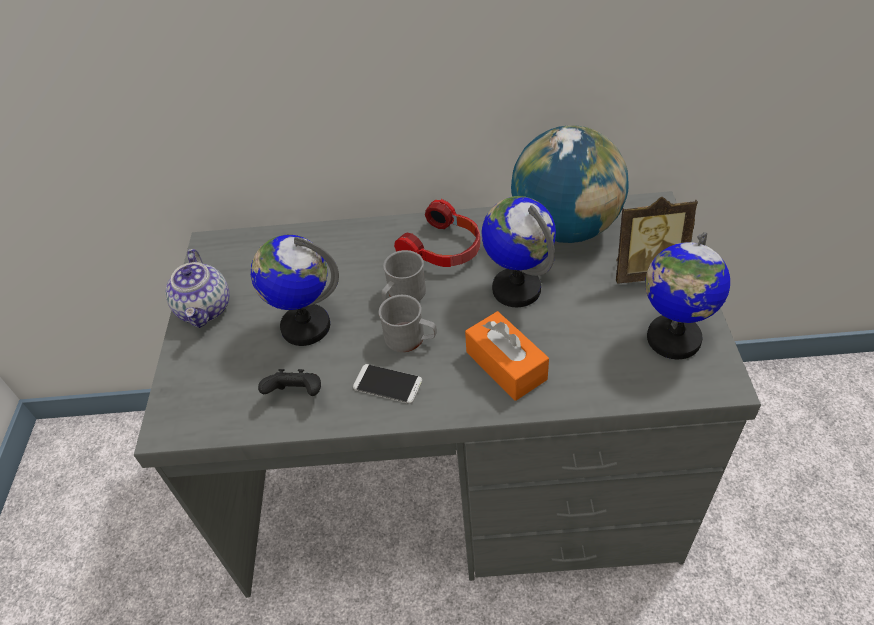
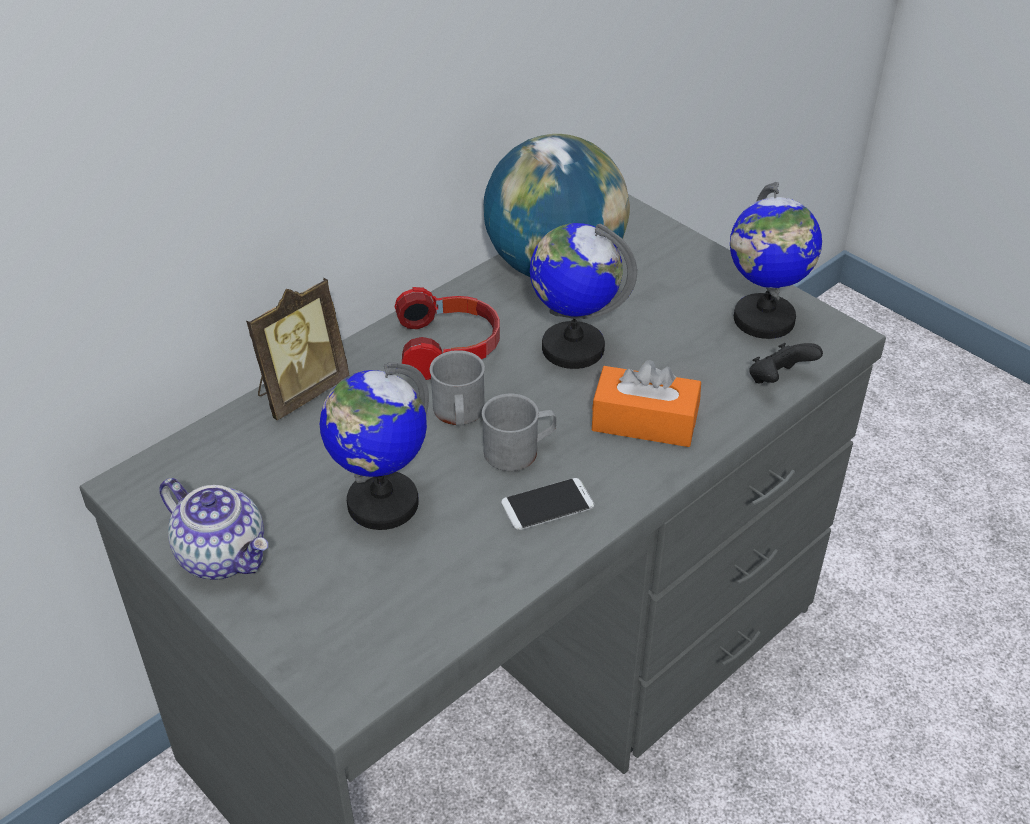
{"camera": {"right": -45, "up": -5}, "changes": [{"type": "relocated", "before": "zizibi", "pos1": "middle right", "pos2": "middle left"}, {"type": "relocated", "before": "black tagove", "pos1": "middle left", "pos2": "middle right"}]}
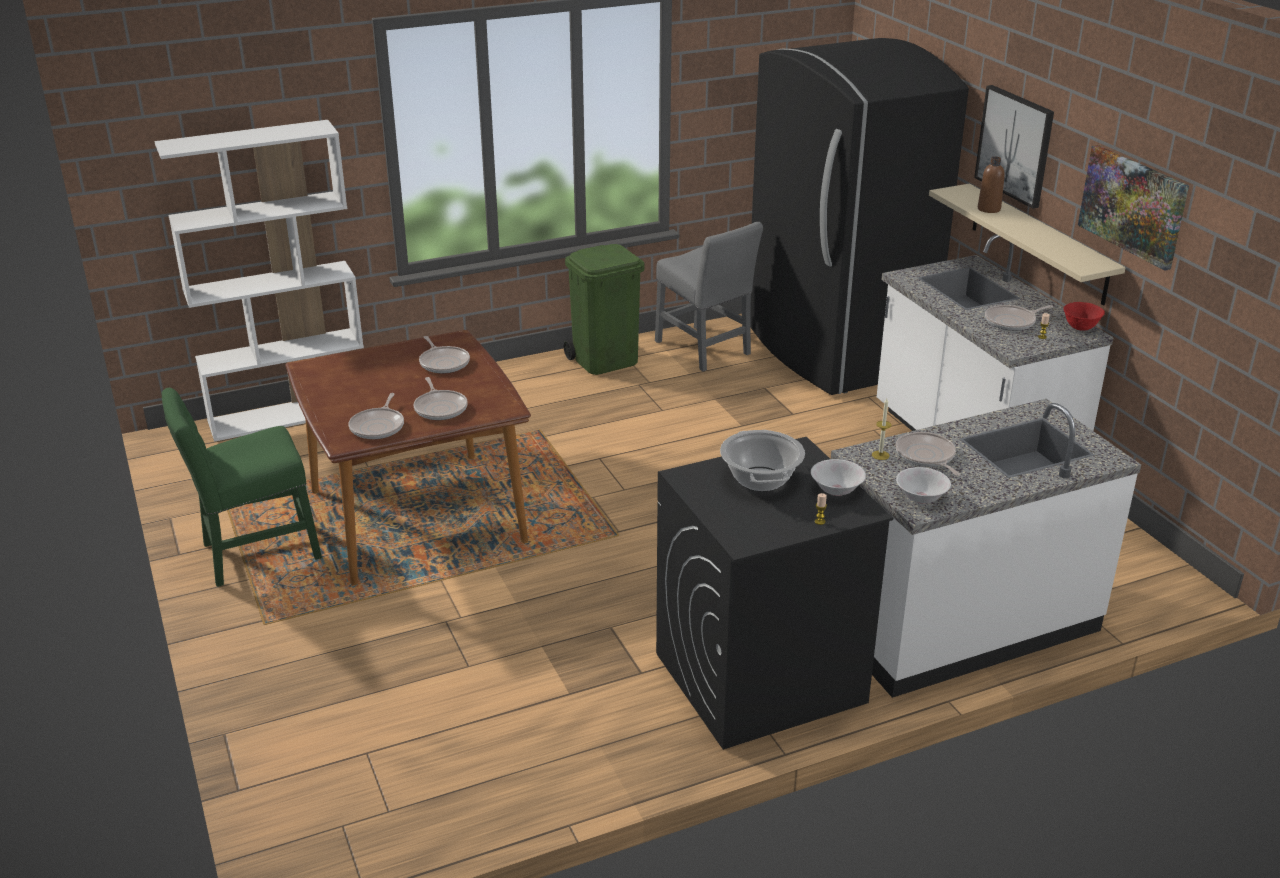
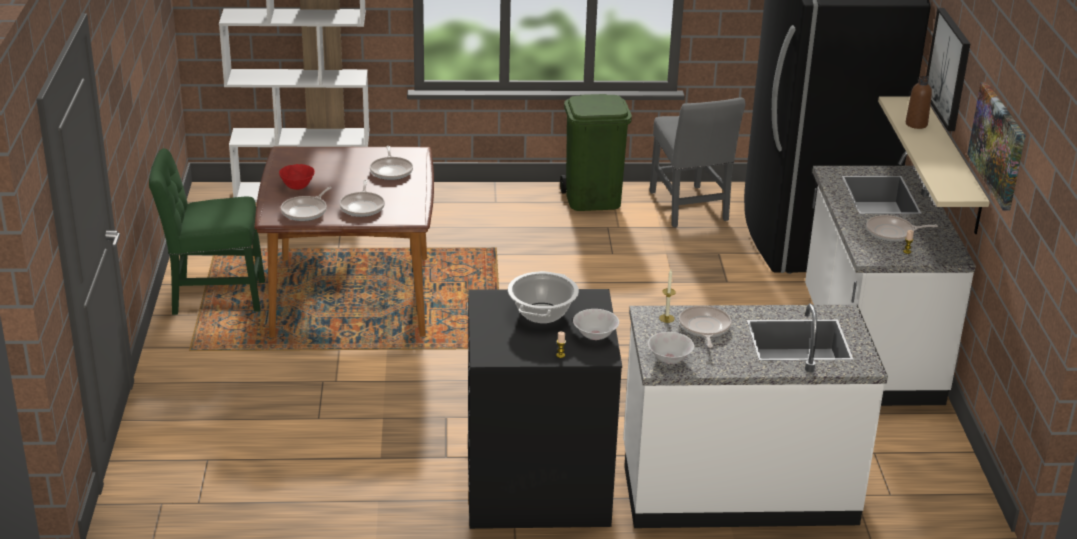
{"camera": {"right": 20, "up": 0}, "changes": [{"type": "relocated", "before": "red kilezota", "pos1": "middle right", "pos2": "top left"}]}
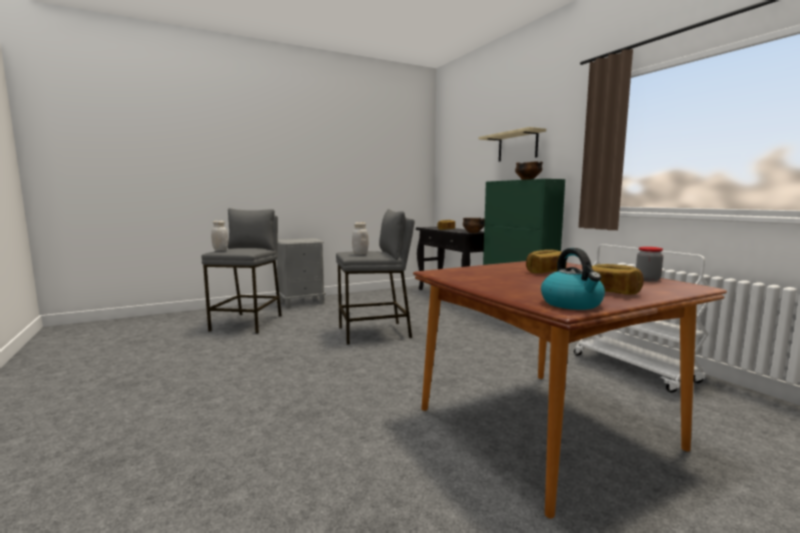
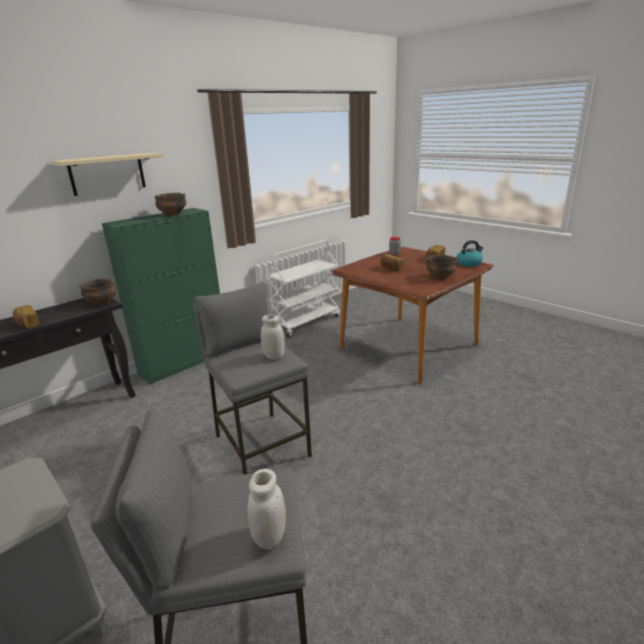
{"camera": {"right": -105, "up": 15}, "changes": [{"type": "appeared", "after": "kilezota (no. 3 from left)", "pos2": "middle right"}]}
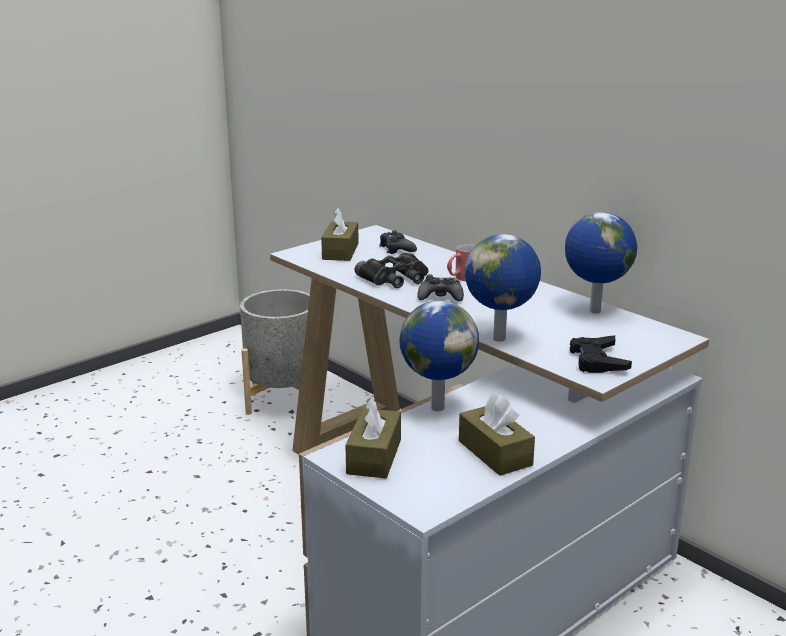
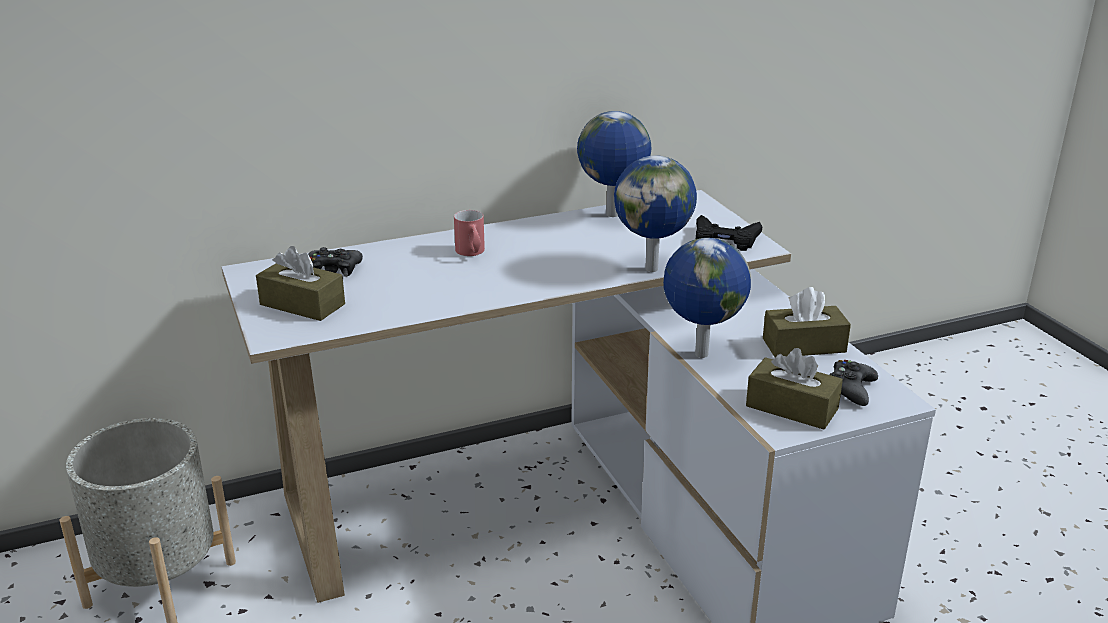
{"camera": {"right": -70, "up": 5}, "changes": [{"type": "missing", "before": "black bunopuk", "pos1": "centre"}, {"type": "relocated", "before": "black tagove (no. 2 from left in the first image)", "after": "black tagove (no. 3 from left)", "pos1": "centre", "pos2": "middle right"}]}
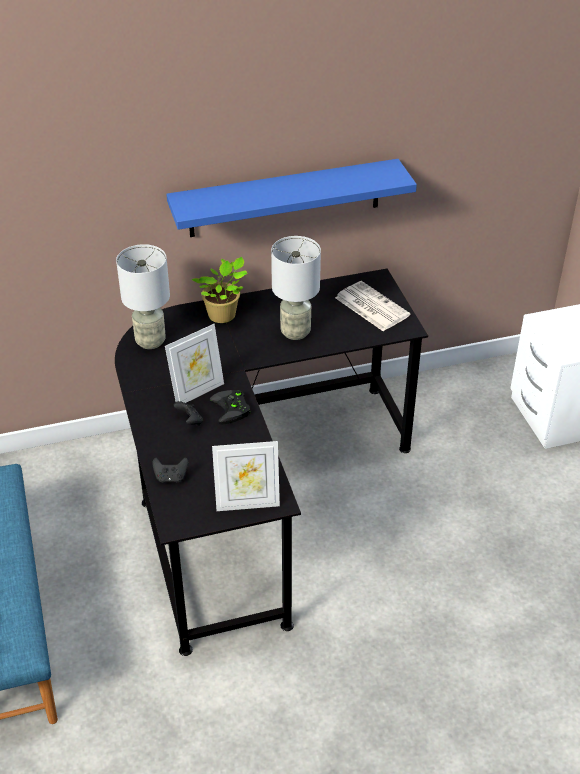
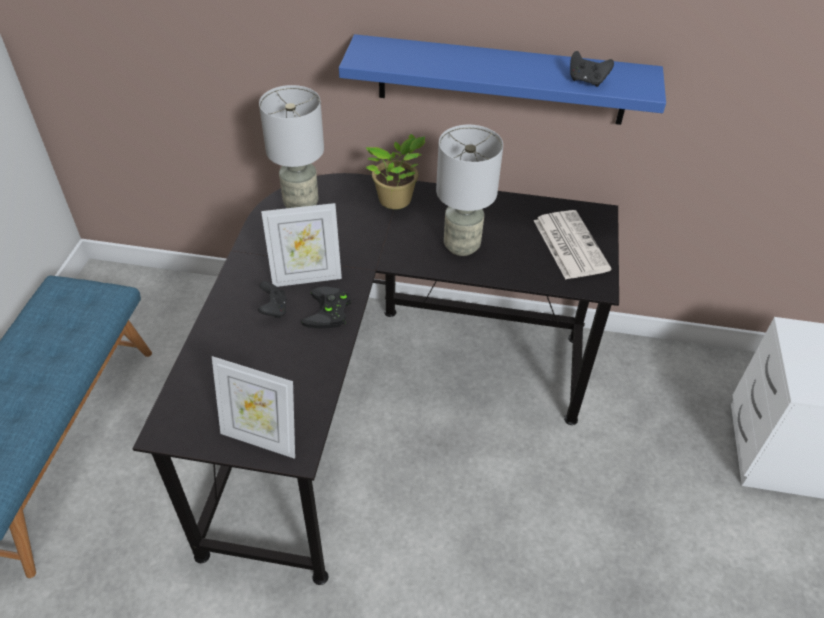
{"camera": {"right": 25, "up": 5}, "changes": [{"type": "relocated", "before": "black tagove (no. 1 from left in the first image)", "after": "black tagove (no. 3 from left)", "pos1": "middle left", "pos2": "top right"}]}
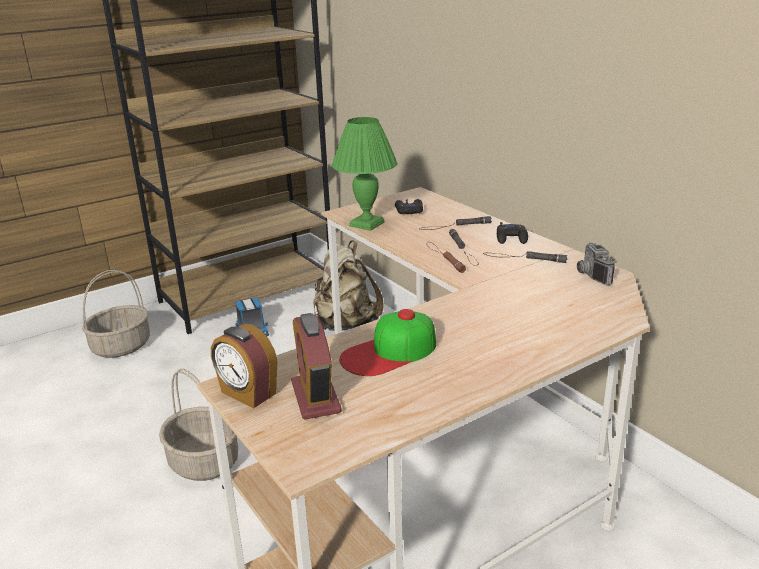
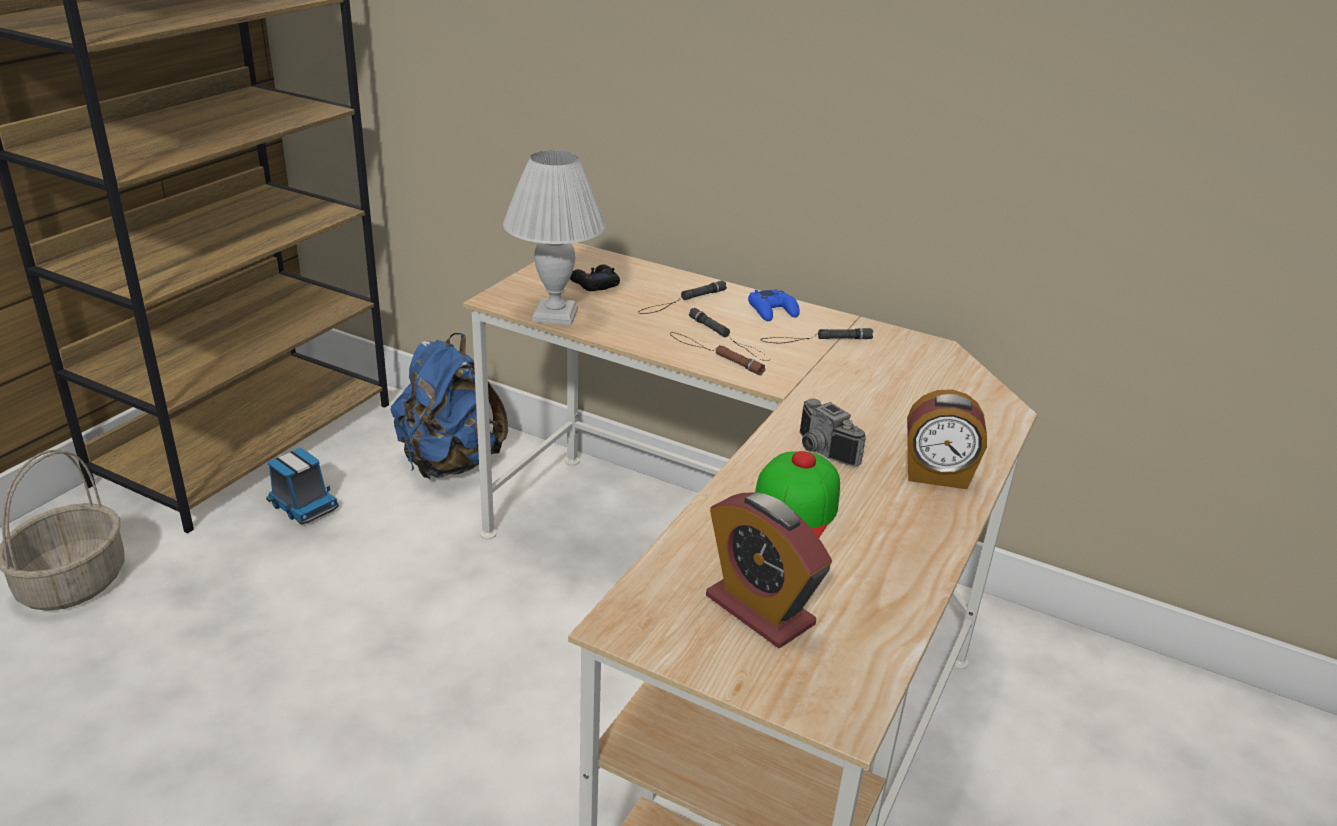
{"camera": {"right": -30, "up": 5}, "changes": [{"type": "colour", "before": "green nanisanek", "after": "white nanisanek", "pos1": "top centre", "pos2": "top centre"}, {"type": "colour", "before": "black tagove (no. 2 from left)", "after": "blue tagove", "pos1": "middle right", "pos2": "centre"}, {"type": "colour", "before": "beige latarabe", "after": "blue latarabe", "pos1": "centre", "pos2": "centre"}, {"type": "relocated", "before": "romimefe", "pos1": "middle right", "pos2": "centre"}, {"type": "relocated", "before": "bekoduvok (no. 1 from left in the first image)", "after": "bekoduvok (no. 2 from left)", "pos1": "middle left", "pos2": "middle right"}, {"type": "missing", "before": "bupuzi (no. 2 from left)", "pos1": "bottom left"}]}
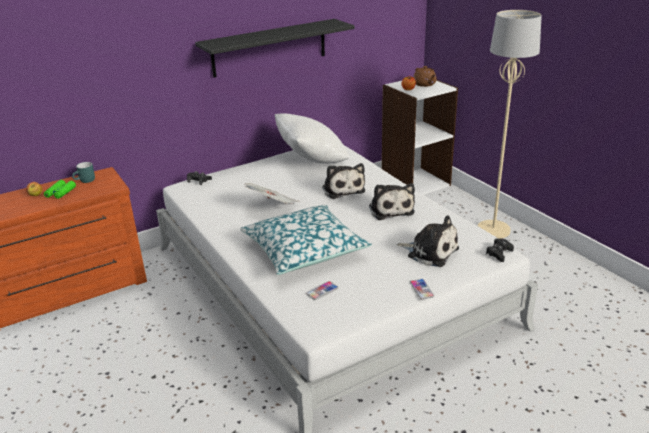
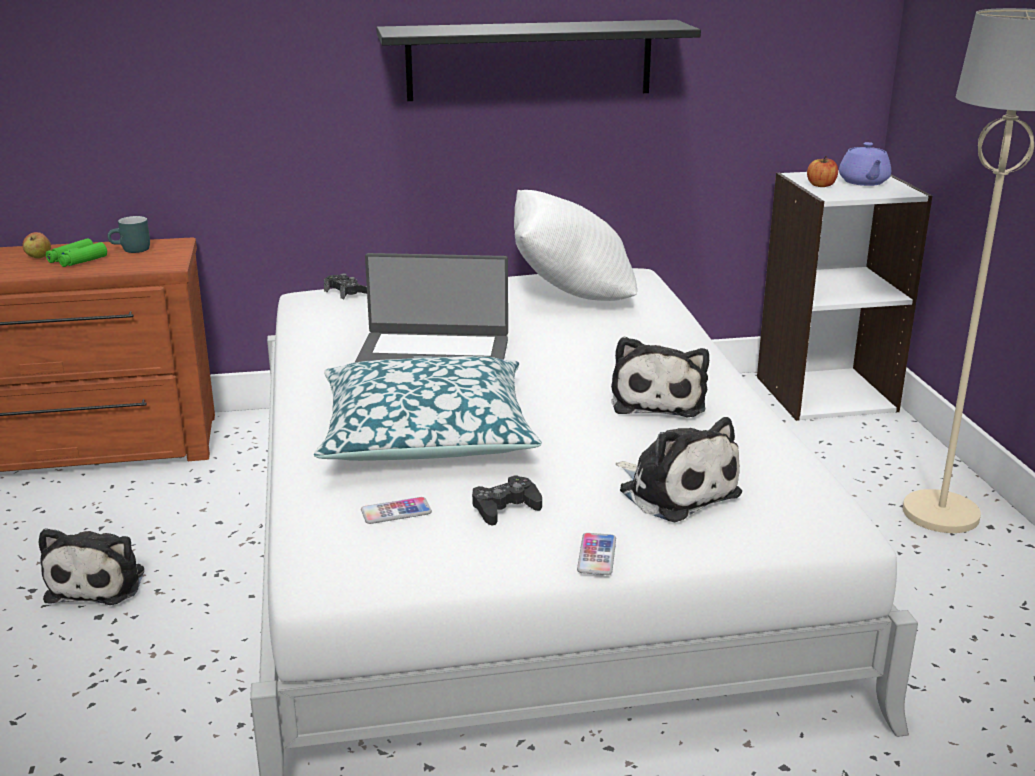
{"camera": {"right": 20, "up": -5}, "changes": [{"type": "colour", "before": "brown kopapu", "after": "purple kopapu", "pos1": "top centre", "pos2": "top right"}, {"type": "relocated", "before": "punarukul (no. 1 from left)", "pos1": "centre", "pos2": "bottom left"}, {"type": "exchanged", "before": "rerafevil", "after": "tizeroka", "pos1": "centre", "pos2": "centre"}, {"type": "relocated", "before": "black tagove (no. 2 from left)", "pos1": "middle right", "pos2": "centre"}]}
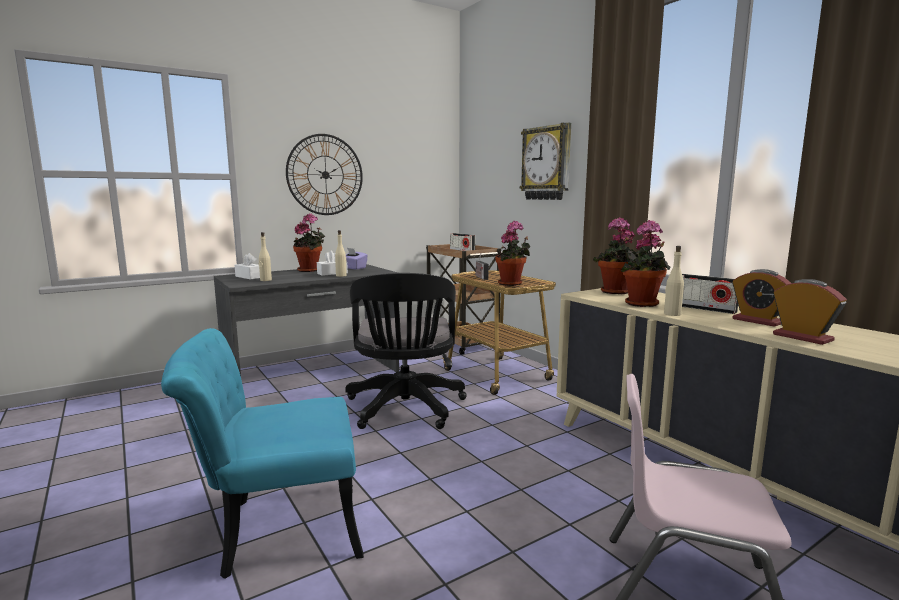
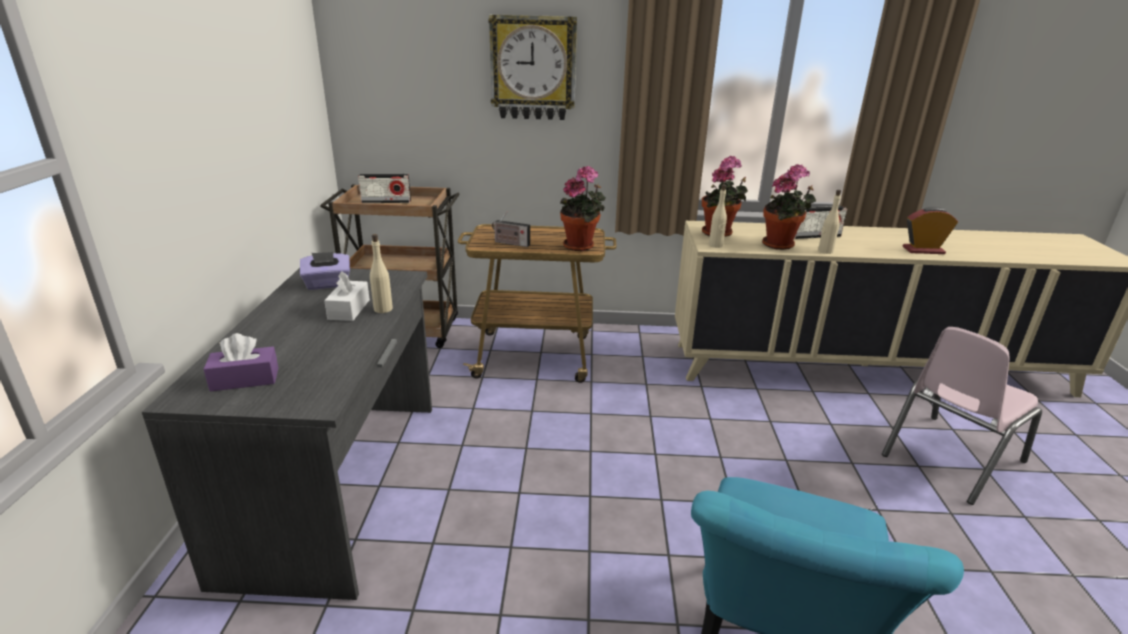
{"camera": {"right": -55, "up": 15}, "changes": [{"type": "missing", "before": "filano (no. 1 from left)", "pos1": "top centre"}, {"type": "missing", "before": "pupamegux (no. 1 from left)", "pos1": "centre"}, {"type": "relocated", "before": "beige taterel (no. 1 from left in the first image)", "after": "beige taterel (no. 2 from left)", "pos1": "middle left", "pos2": "centre"}, {"type": "colour", "before": "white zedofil (no. 1 from left)", "after": "purple zedofil (no. 1 from left)", "pos1": "middle left", "pos2": "middle left"}, {"type": "missing", "before": "bekoduvok (no. 1 from left)", "pos1": "middle right"}, {"type": "missing", "before": "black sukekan", "pos1": "centre"}]}
